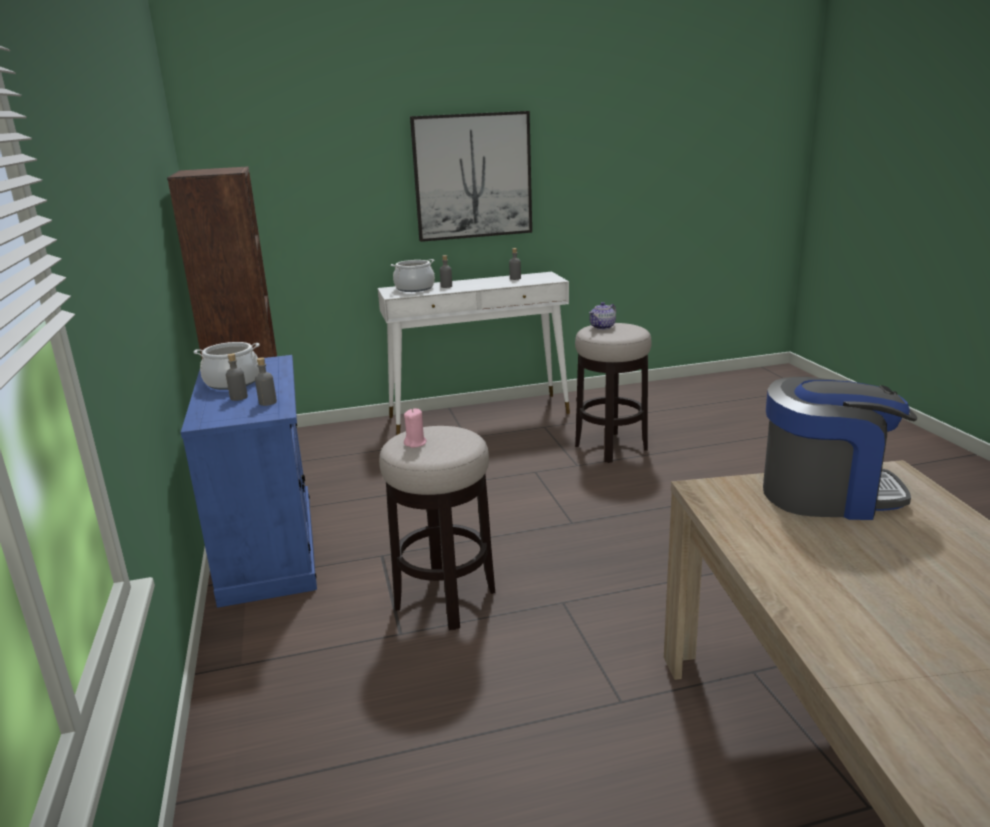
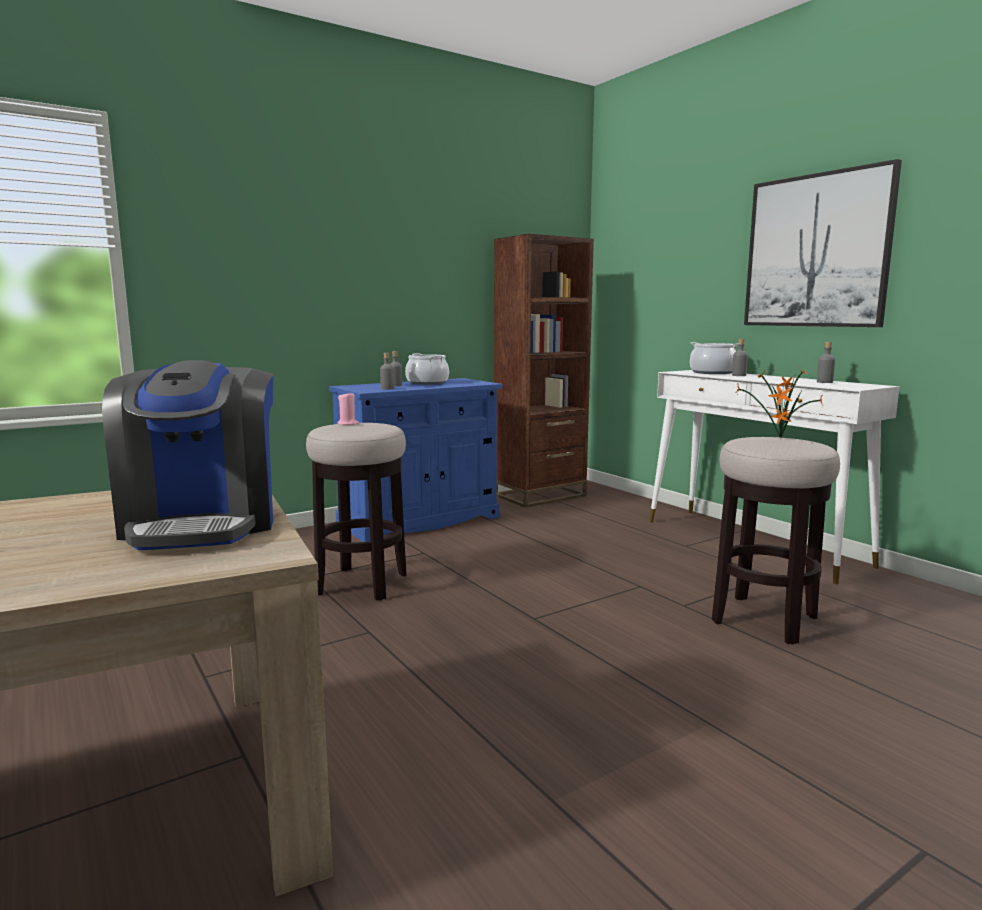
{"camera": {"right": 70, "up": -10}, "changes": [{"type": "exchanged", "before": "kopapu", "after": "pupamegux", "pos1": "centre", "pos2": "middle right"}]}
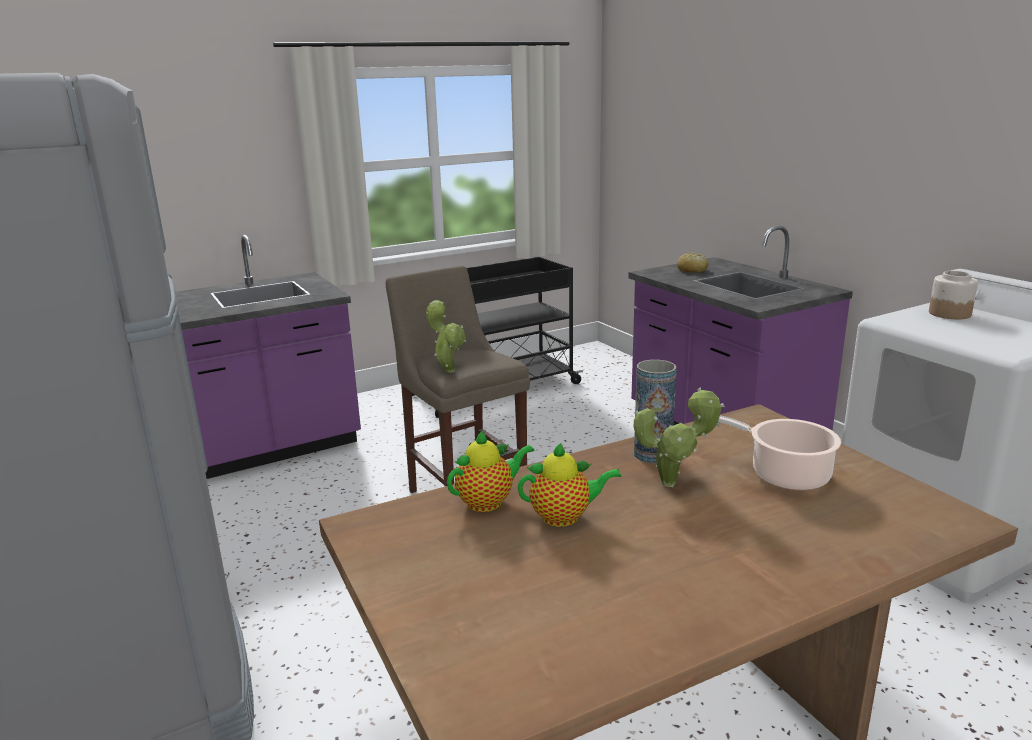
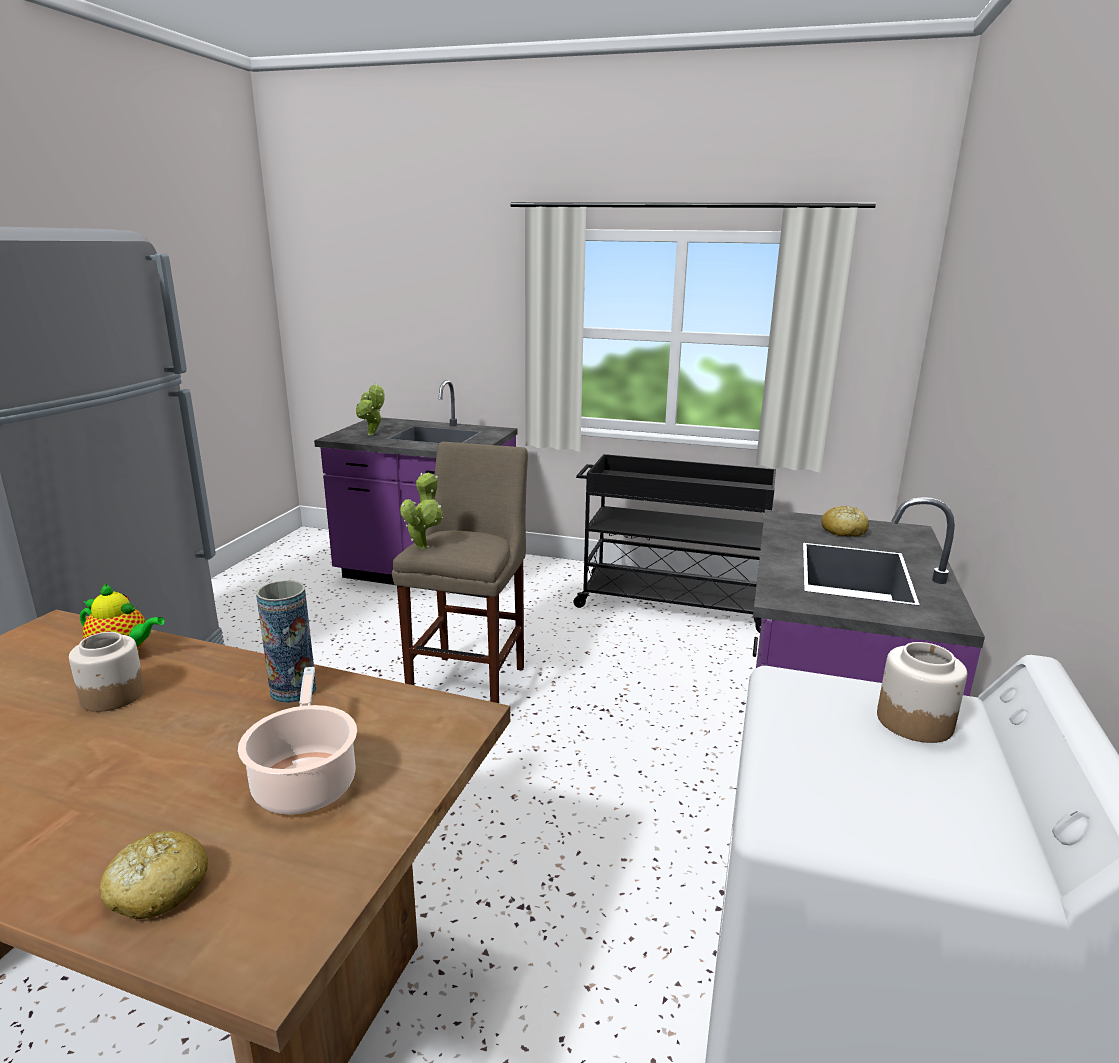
{"camera": {"right": 45, "up": 0}, "changes": [{"type": "relocated", "before": "pupamegux (no. 2 from left in the first image)", "after": "pupamegux (no. 1 from left)", "pos1": "centre", "pos2": "middle left"}, {"type": "exchanged", "before": "kopapu (no. 2 from left)", "after": "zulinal (no. 1 from left)", "pos1": "centre", "pos2": "middle left"}, {"type": "appeared", "after": "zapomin (no. 1 from left)", "pos2": "bottom left"}]}
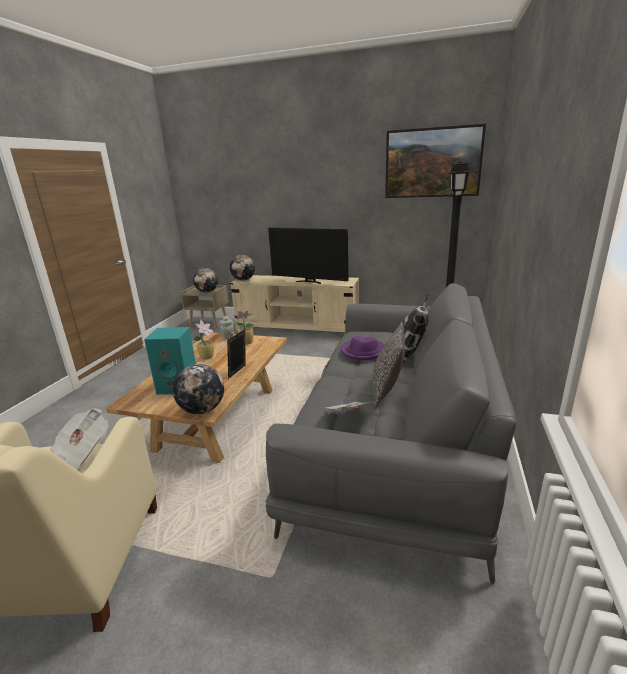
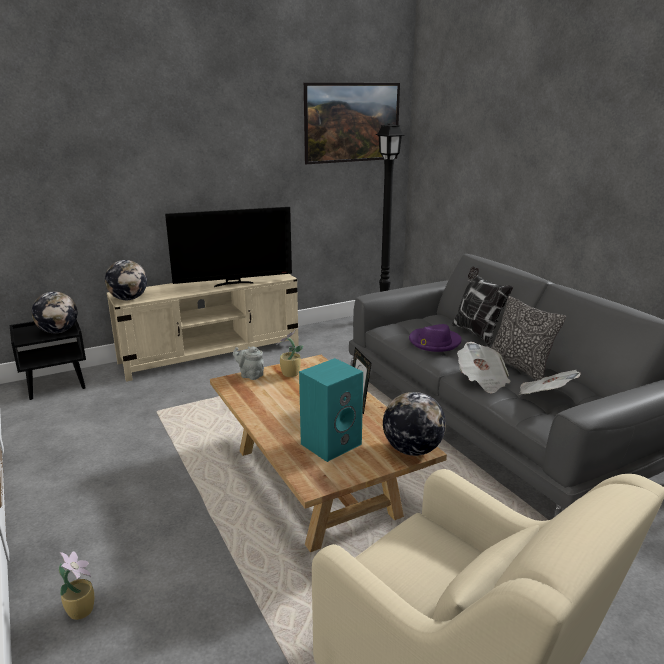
{"camera": {"right": -45, "up": 0}, "changes": [{"type": "colour", "before": "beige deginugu", "after": "black deginugu", "pos1": "middle left", "pos2": "middle left"}, {"type": "relocated", "before": "pupamegux (no. 1 from left)", "pos1": "middle left", "pos2": "bottom left"}, {"type": "relocated", "before": "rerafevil (no. 1 from left)", "pos1": "middle left", "pos2": "middle right"}]}
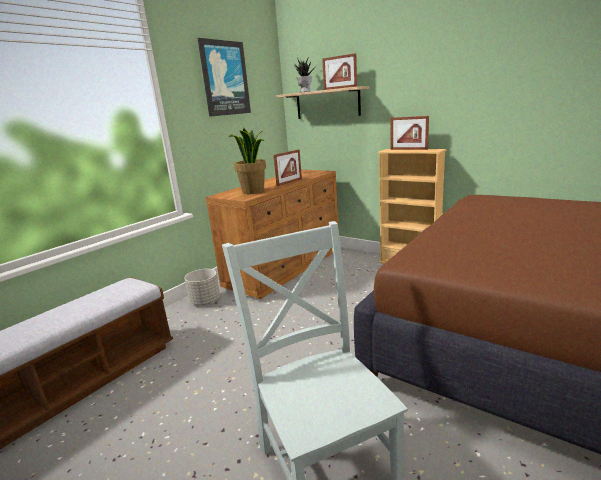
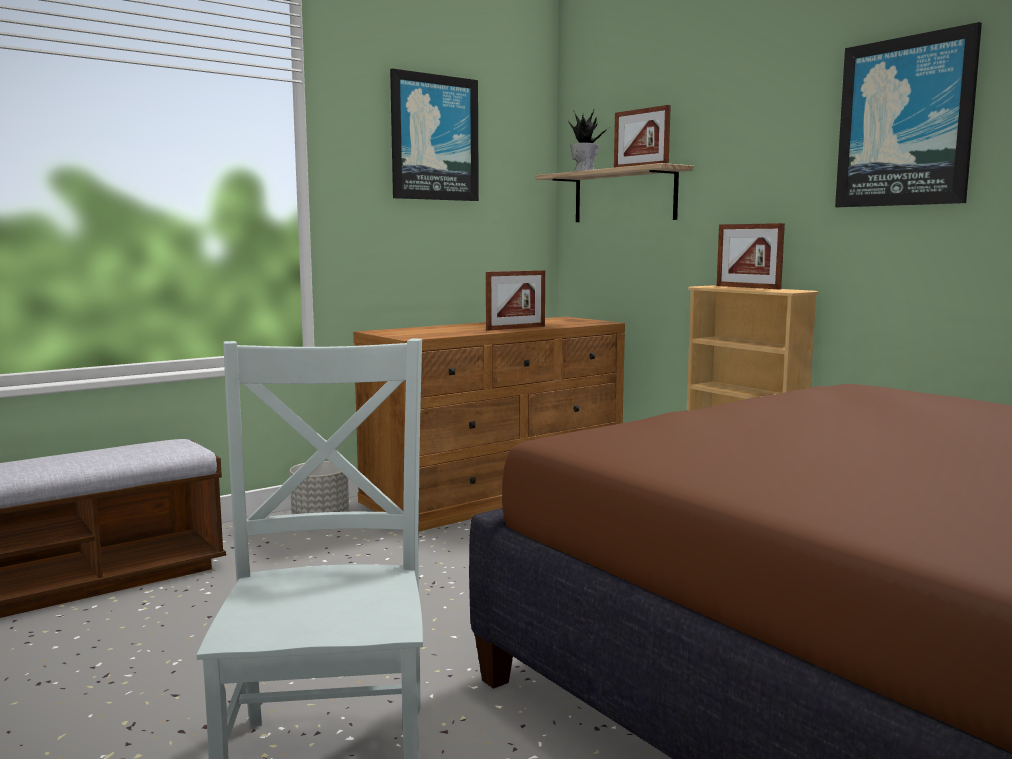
{"camera": {"right": 15, "up": -10}, "changes": [{"type": "missing", "before": "pupamegux (no. 1 from left)", "pos1": "centre"}, {"type": "appeared", "after": "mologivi (no. 2 from left)", "pos2": "top right"}]}
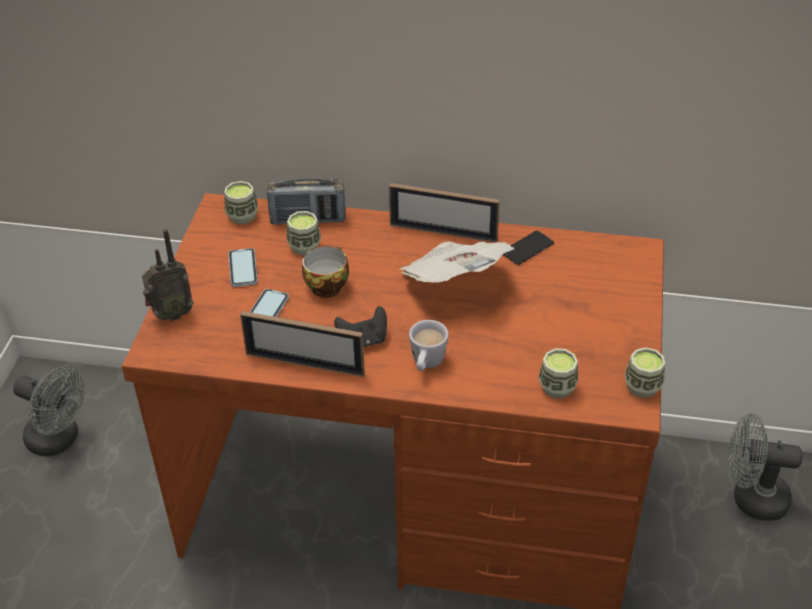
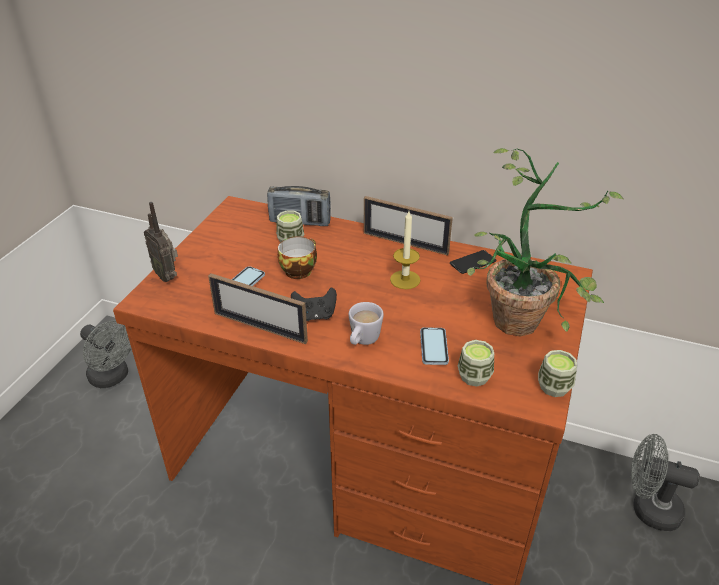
{"camera": {"right": 10, "up": -5}, "changes": [{"type": "missing", "before": "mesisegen (no. 1 from left)", "pos1": "middle left"}, {"type": "spun", "before": "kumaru (no. 1 from left)", "pos1": "middle left", "pos2": "middle left", "turn": 60}, {"type": "exchanged", "before": "rerafevil", "after": "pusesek", "pos1": "centre", "pos2": "centre"}, {"type": "relocated", "before": "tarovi (no. 1 from left in the first image)", "after": "tarovi (no. 2 from left)", "pos1": "middle left", "pos2": "centre"}, {"type": "appeared", "after": "pupamegux", "pos2": "middle right"}]}
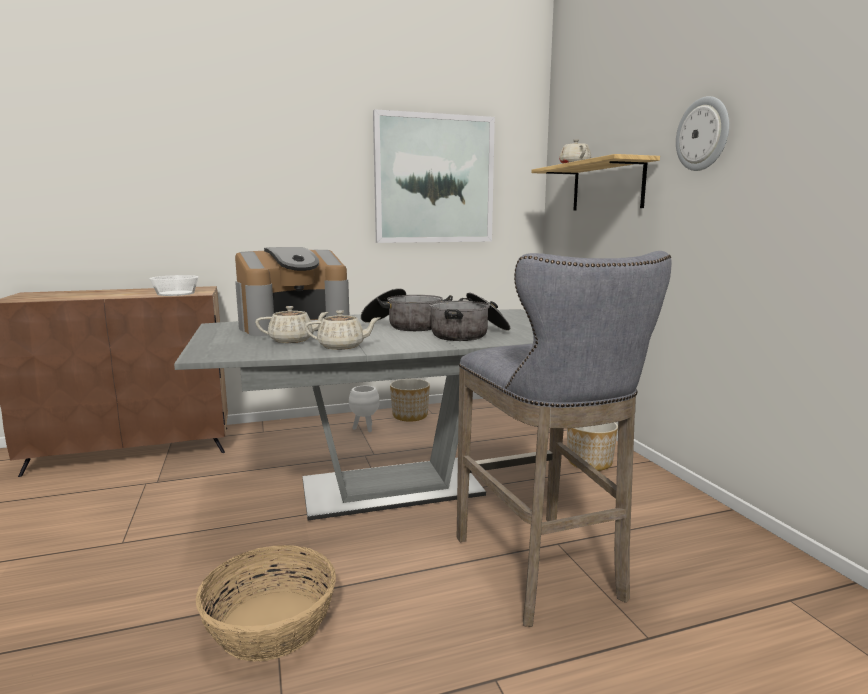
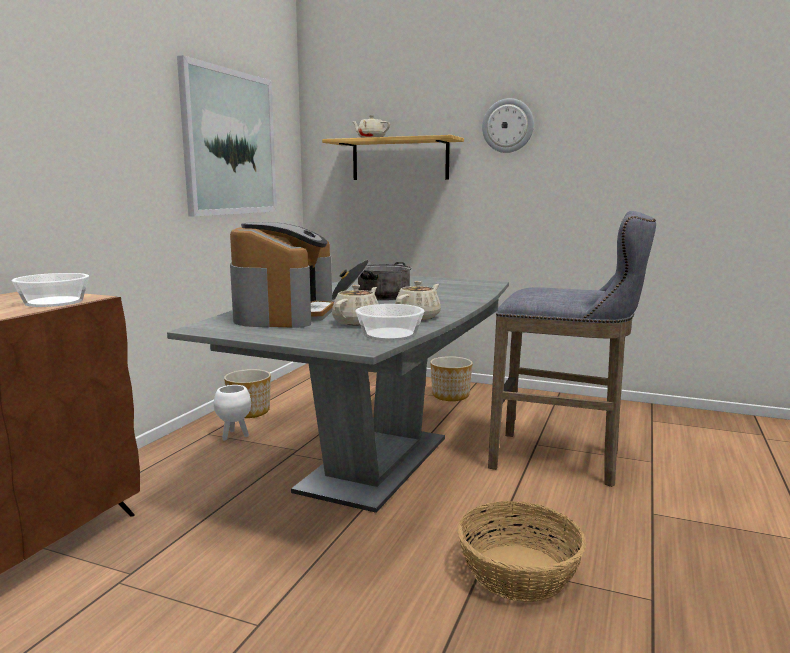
{"camera": {"right": -50, "up": 0}, "changes": [{"type": "missing", "before": "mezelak (no. 2 from left)", "pos1": "centre"}, {"type": "appeared", "after": "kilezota (no. 2 from left)", "pos2": "centre"}]}
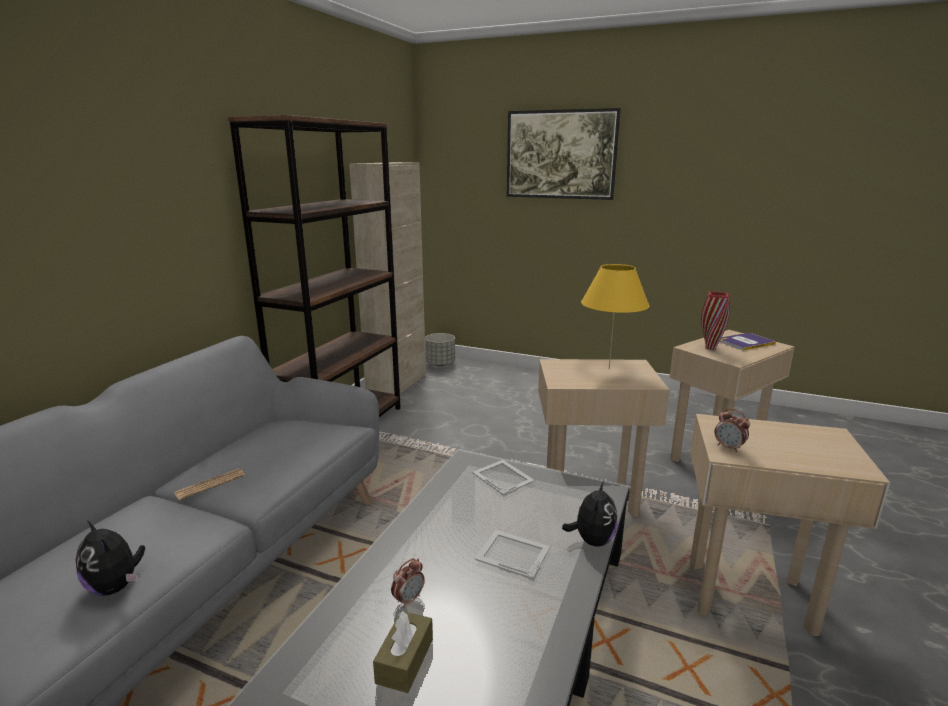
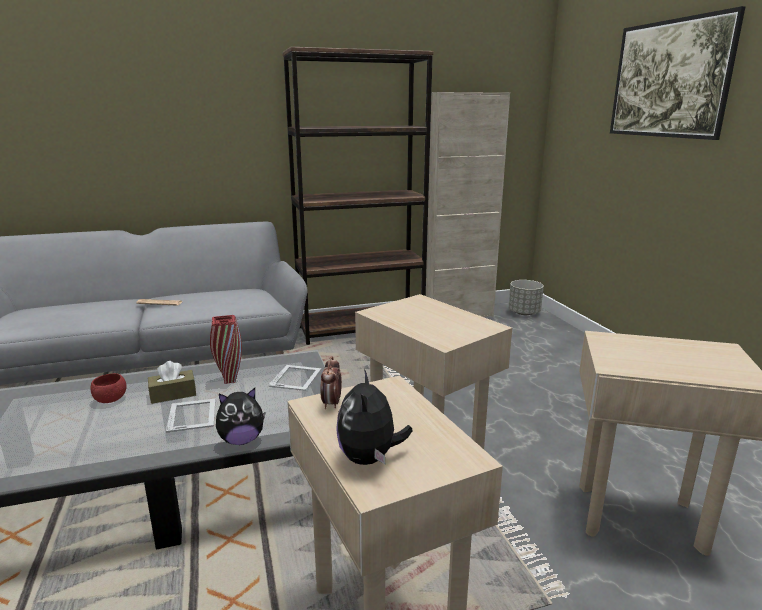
{"camera": {"right": 50, "up": 0}, "changes": [{"type": "missing", "before": "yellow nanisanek", "pos1": "centre"}, {"type": "relocated", "before": "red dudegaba", "pos1": "middle right", "pos2": "middle left"}, {"type": "missing", "before": "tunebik", "pos1": "middle right"}, {"type": "relocated", "before": "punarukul (no. 1 from left in the first image)", "after": "punarukul (no. 2 from left)", "pos1": "bottom left", "pos2": "bottom centre"}, {"type": "exchanged", "before": "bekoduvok (no. 1 from left)", "after": "red kilezota", "pos1": "bottom centre", "pos2": "middle left"}, {"type": "relocated", "before": "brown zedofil", "pos1": "bottom centre", "pos2": "middle left"}]}
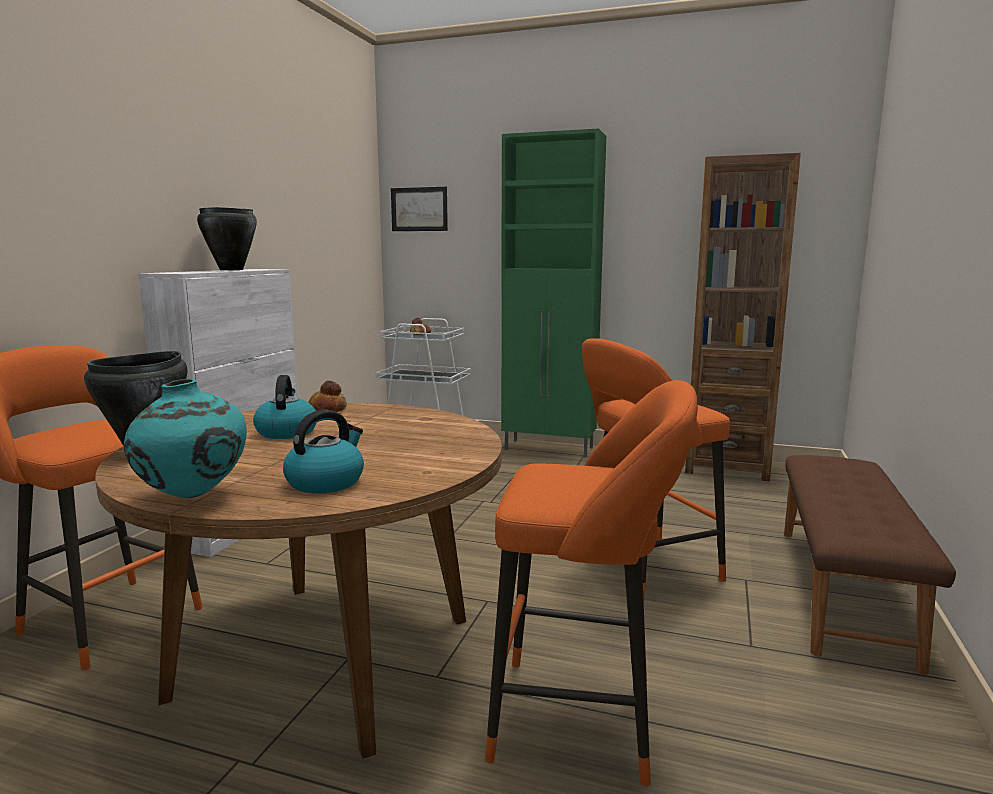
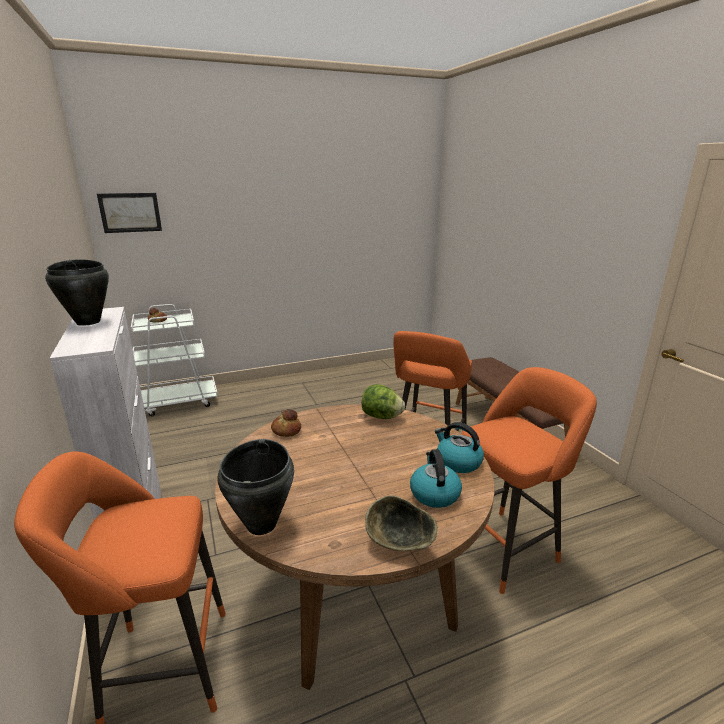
{"camera": {"right": -40, "up": 10}, "changes": [{"type": "missing", "before": "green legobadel", "pos1": "centre"}, {"type": "missing", "before": "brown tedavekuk", "pos1": "middle right"}, {"type": "relocated", "before": "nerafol (no. 1 from left in the first image)", "after": "nerafol (no. 2 from left)", "pos1": "middle left", "pos2": "centre"}, {"type": "exchanged", "before": "turquoise dudegaba", "after": "kilezota", "pos1": "middle left", "pos2": "bottom centre"}, {"type": "appeared", "after": "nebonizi", "pos2": "centre"}]}
